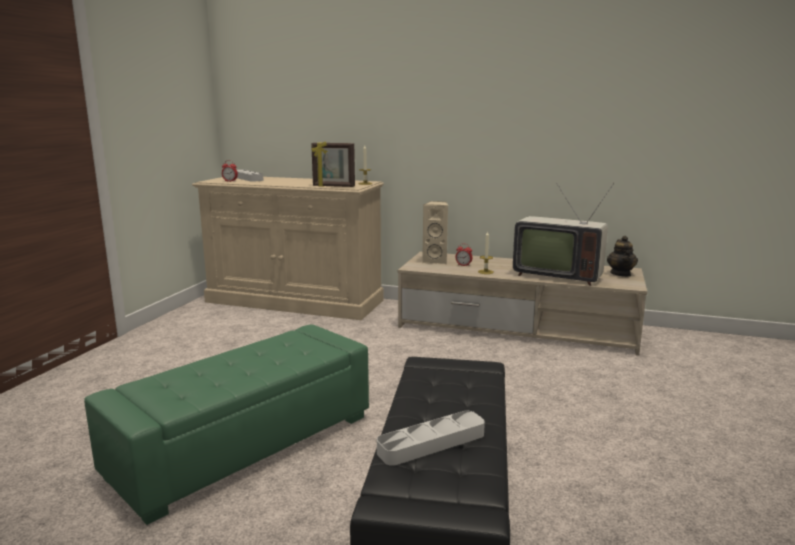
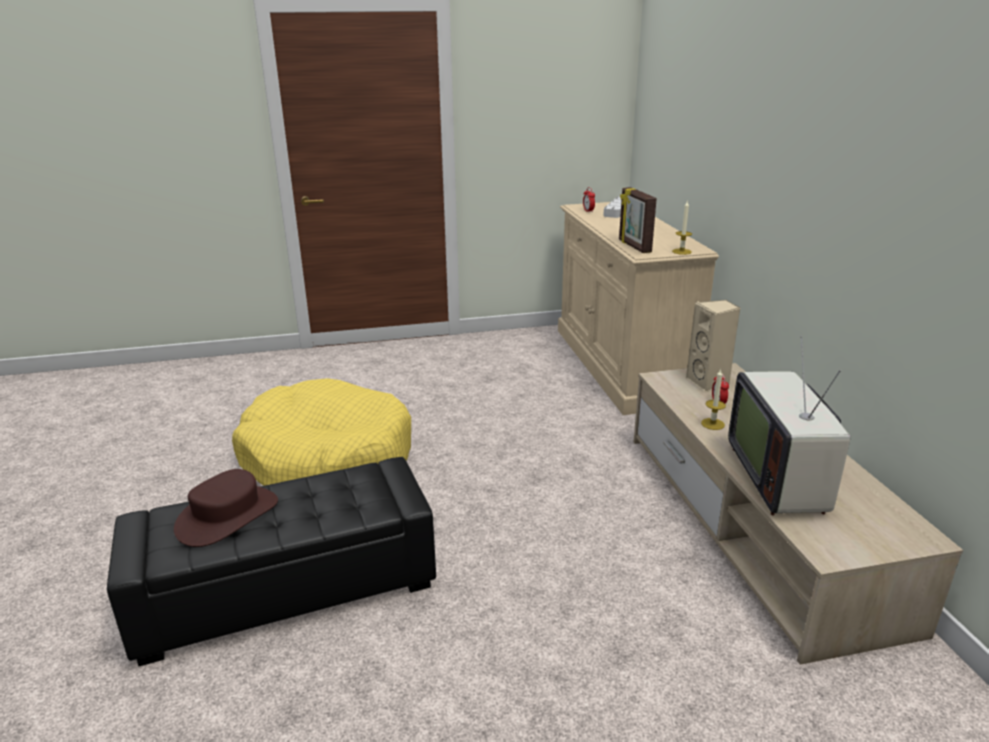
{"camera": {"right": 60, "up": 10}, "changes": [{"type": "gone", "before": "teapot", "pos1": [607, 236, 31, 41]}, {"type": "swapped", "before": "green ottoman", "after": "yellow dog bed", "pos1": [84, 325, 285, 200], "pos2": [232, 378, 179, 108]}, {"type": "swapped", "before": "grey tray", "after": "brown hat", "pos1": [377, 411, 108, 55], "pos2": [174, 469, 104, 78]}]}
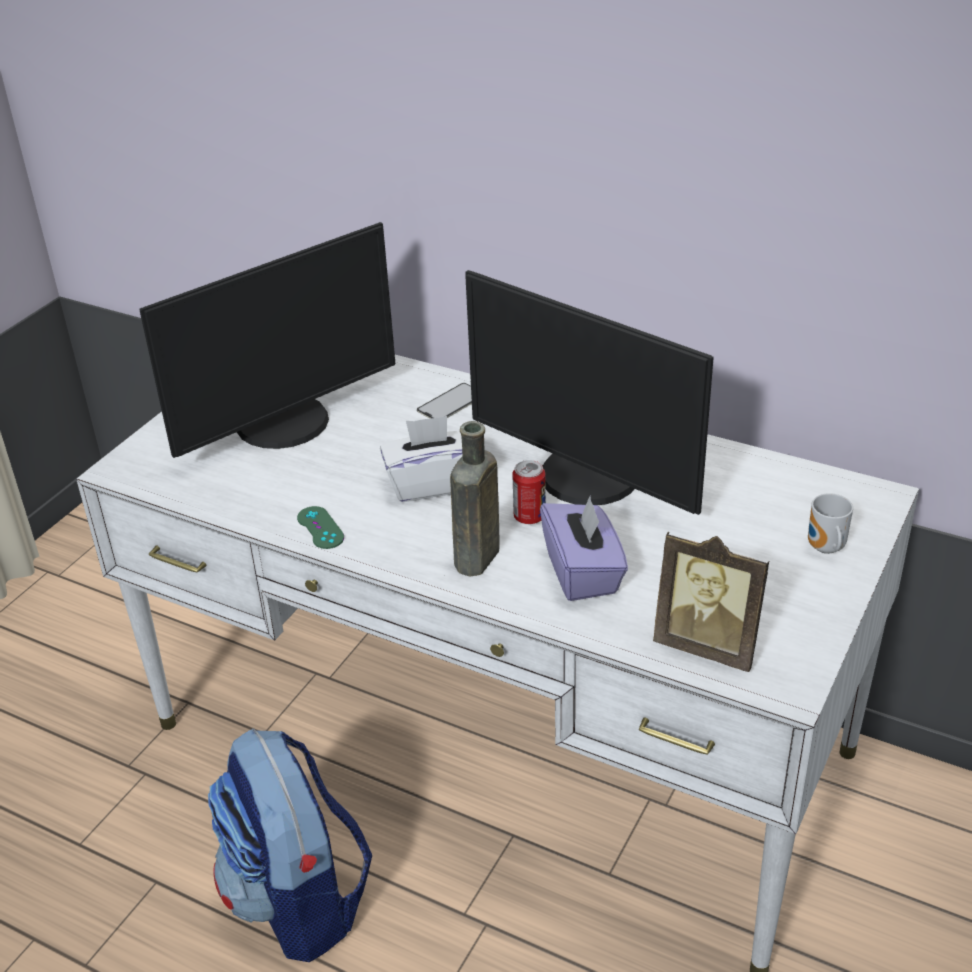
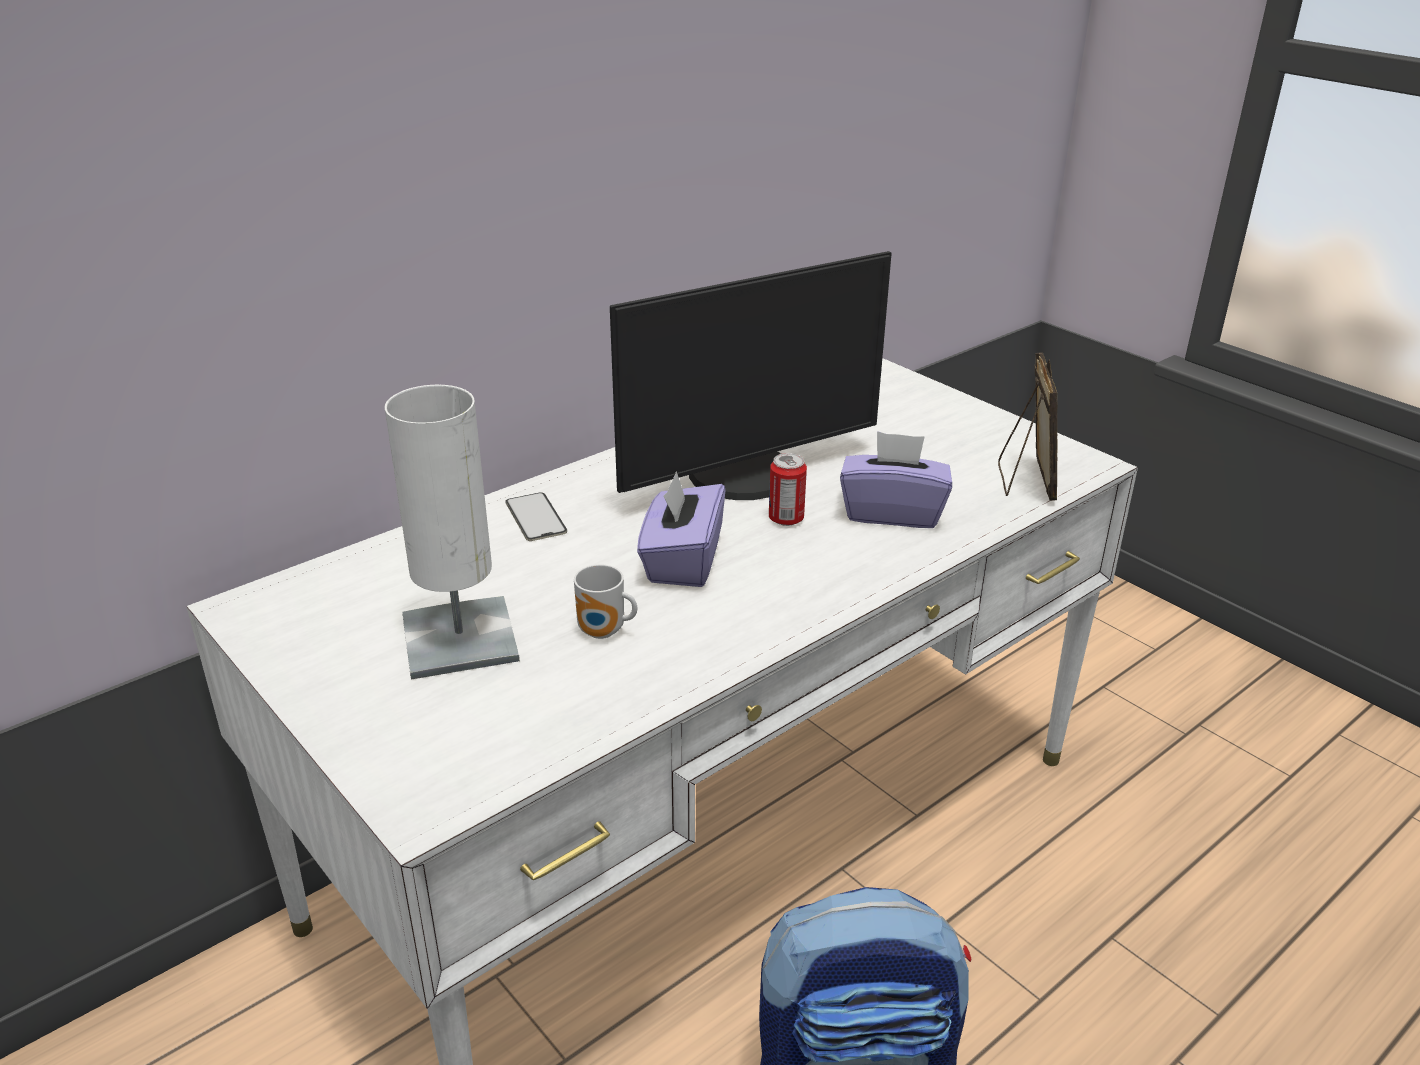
{"camera": {"right": -70, "up": -5}, "changes": [{"type": "gone", "before": "green game controller", "pos1": [297, 506, 47, 43]}, {"type": "gone", "before": "brown bottle", "pos1": [450, 421, 49, 156]}, {"type": "shifted", "before": "mug", "pos1": [808, 493, 45, 61], "pos2": [574, 565, 63, 74]}, {"type": "swapped", "before": "monitor", "after": "white table lamp", "pos1": [139, 222, 256, 236], "pos2": [385, 385, 135, 294]}, {"type": "repainted", "before": "white tissue box", "after": "purple tissue box", "pos1": [380, 416, 83, 86], "pos2": [637, 471, 89, 116]}, {"type": "rotated", "before": "picture frame", "pos1": [653, 532, 116, 140], "pos2": [998, 352, 60, 149], "turn": -45}]}
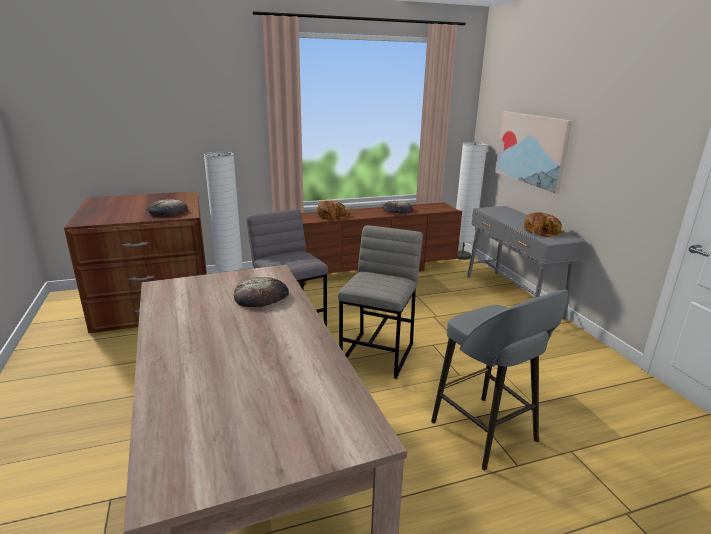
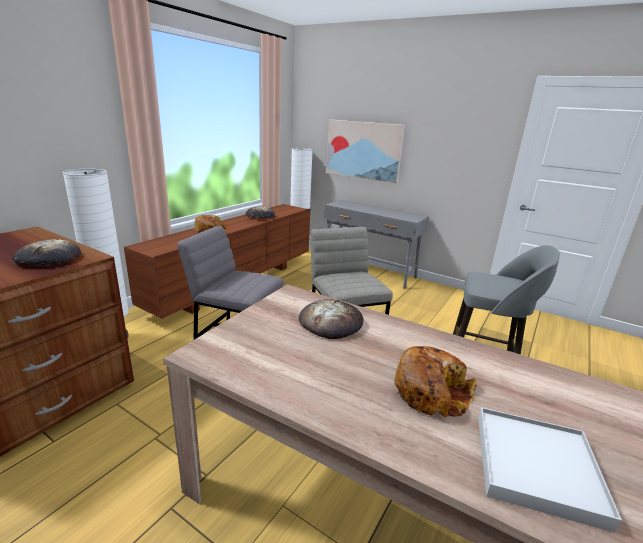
{"camera": {"right": -40, "up": 0}, "changes": [{"type": "new", "after": "white tray", "pos2": [478, 407, 144, 126]}, {"type": "shifted", "before": "bread", "pos1": [524, 212, 41, 25], "pos2": [394, 346, 83, 71]}]}
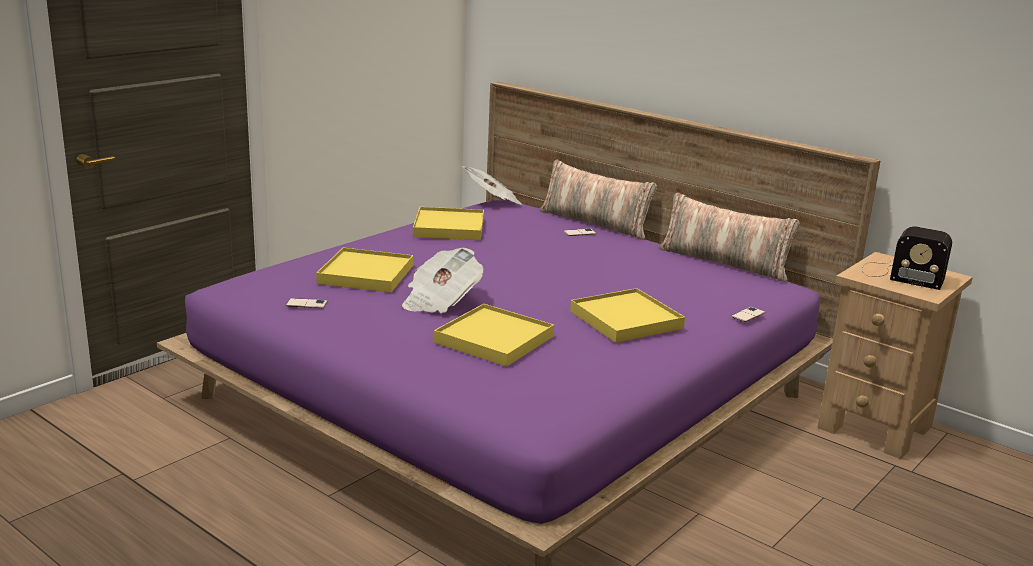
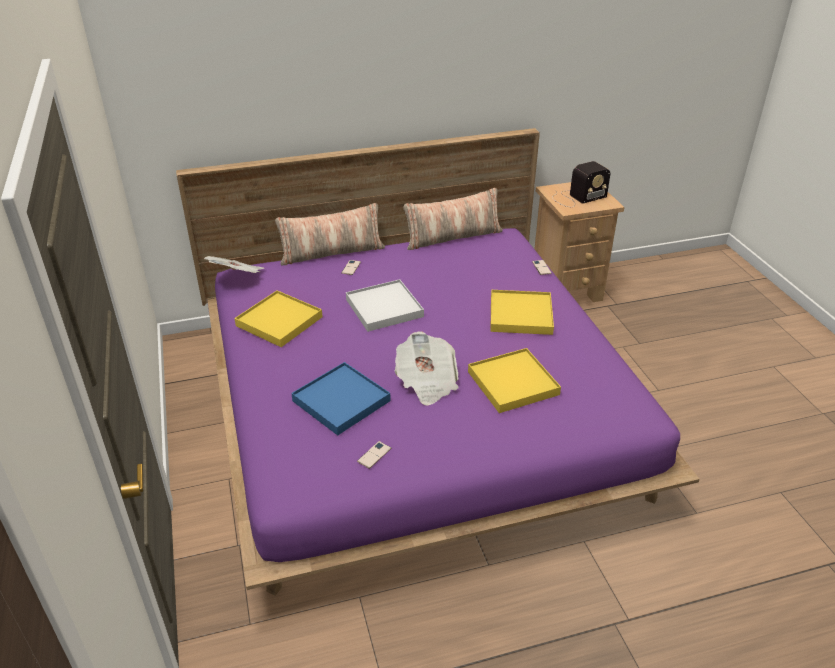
{"camera": {"right": -55, "up": 15}, "changes": [{"type": "new", "after": "white tray", "pos2": [346, 279, 78, 53]}, {"type": "repainted", "before": "yellow tray", "after": "blue tray", "pos1": [316, 248, 97, 45], "pos2": [291, 362, 100, 73]}]}
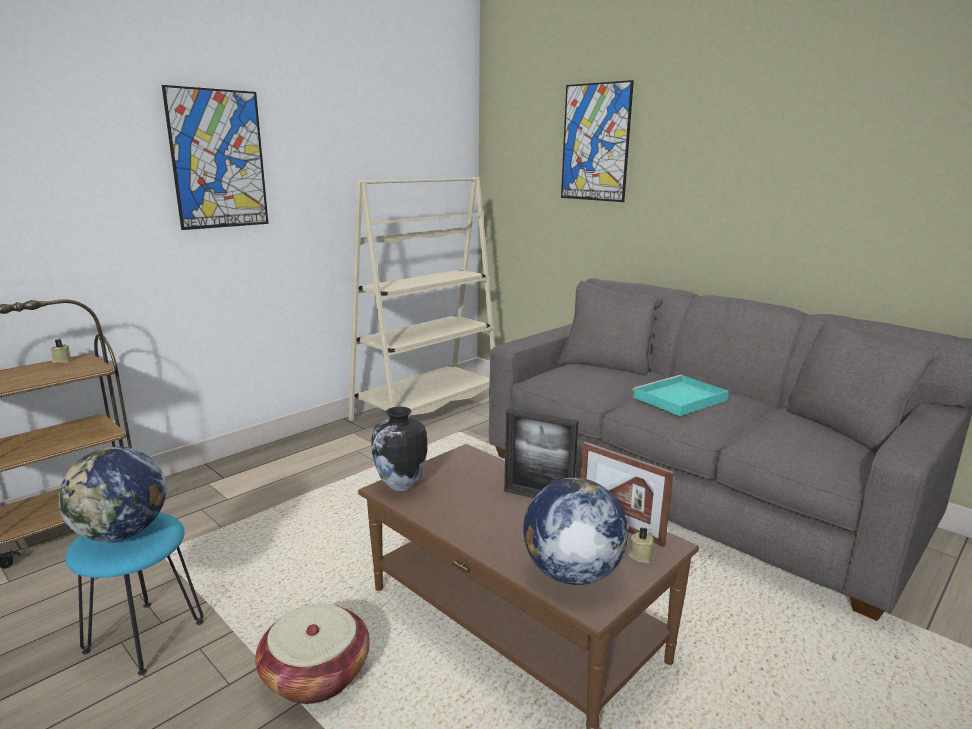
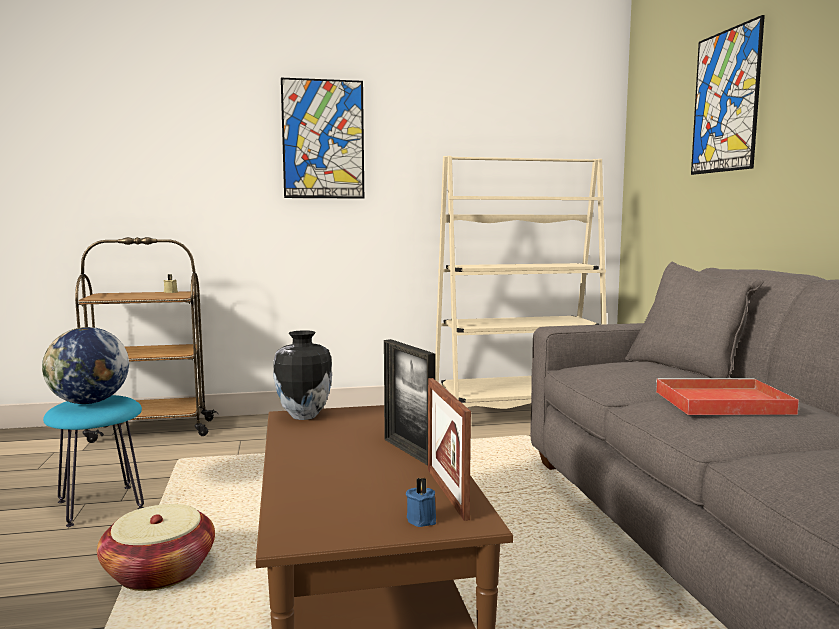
{"camera": {"right": 35, "up": -10}, "changes": [{"type": "gone", "before": "globe", "pos1": [523, 478, 106, 107]}, {"type": "repainted", "before": "beige candle", "after": "blue candle", "pos1": [628, 527, 26, 36], "pos2": [406, 477, 30, 50]}, {"type": "repainted", "before": "turquoise tray", "after": "red tray", "pos1": [632, 375, 97, 41], "pos2": [656, 378, 143, 37]}]}
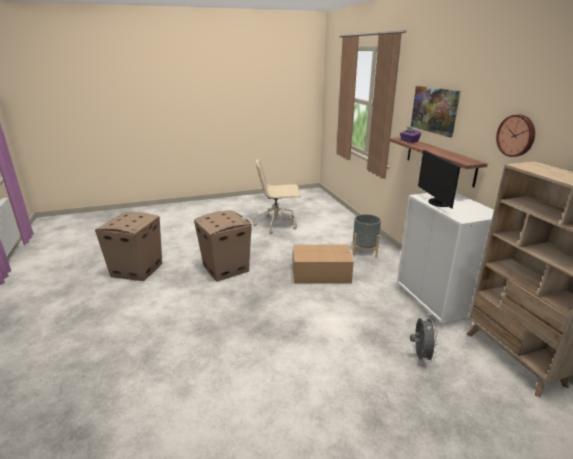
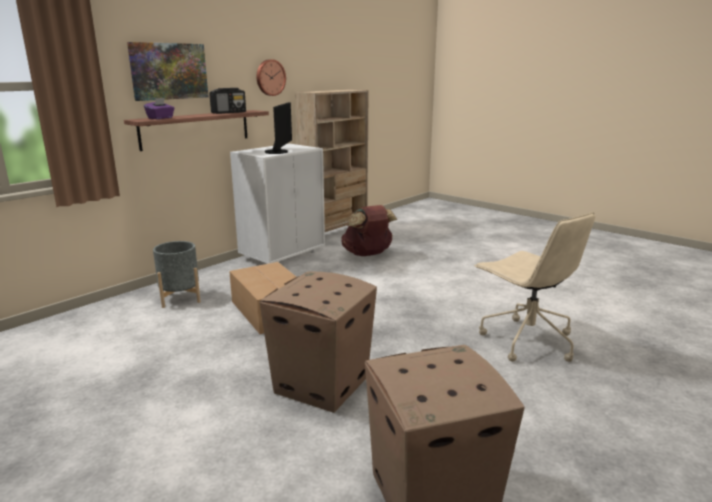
{"camera": {"right": -120, "up": -5}, "changes": [{"type": "new", "after": "radio", "pos2": [209, 88, 37, 26]}, {"type": "shifted", "before": "beige office chair", "pos1": [253, 158, 48, 76], "pos2": [474, 212, 121, 150]}, {"type": "swapped", "before": "grey fan", "after": "brown backpack", "pos1": [410, 316, 28, 47], "pos2": [341, 205, 56, 51]}, {"type": "rotated", "before": "monitor", "pos1": [418, 150, 42, 59], "pos2": [265, 102, 27, 52], "turn": -45}]}
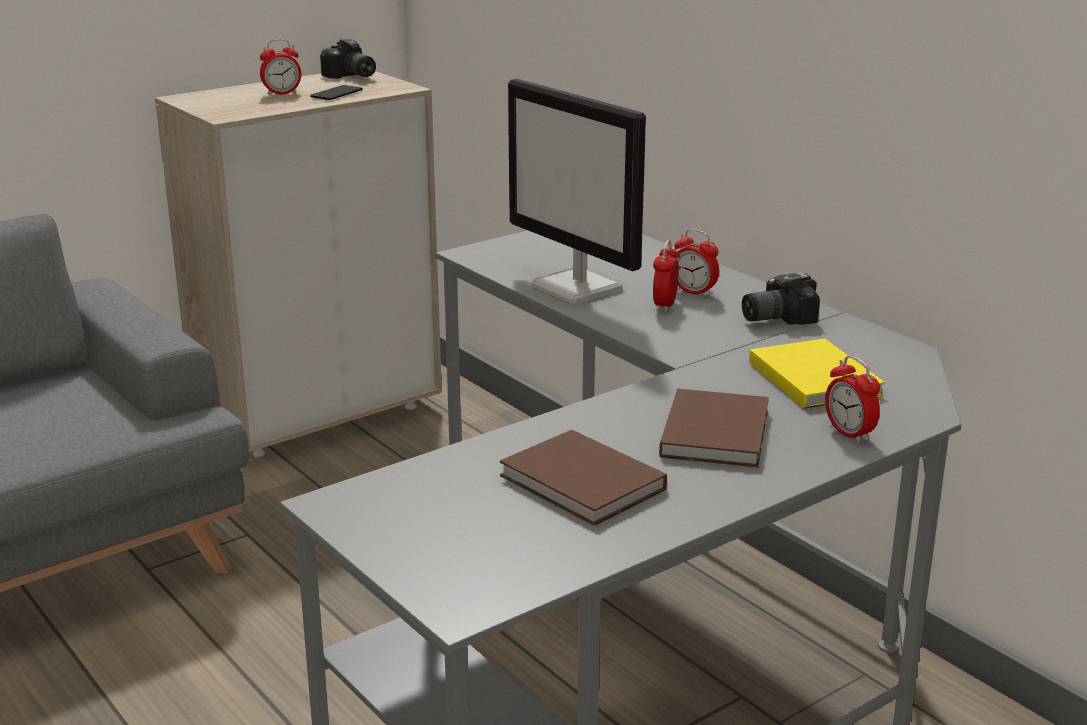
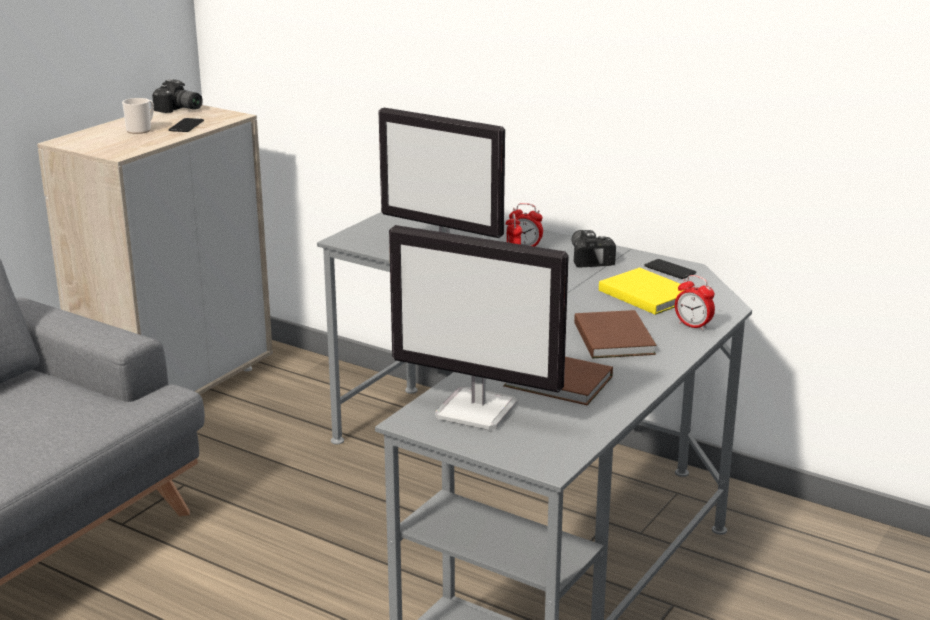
{"camera": {"right": -20, "up": 0}, "changes": [{"type": "new", "after": "monitor", "pos2": [389, 225, 180, 205]}, {"type": "new", "after": "phone", "pos2": [644, 259, 52, 20]}, {"type": "swapped", "before": "alarm clock", "after": "mug", "pos1": [260, 39, 41, 57], "pos2": [122, 98, 32, 36]}, {"type": "rotated", "before": "photo camera", "pos1": [742, 273, 78, 52], "pos2": [572, 230, 44, 37], "turn": 120}]}
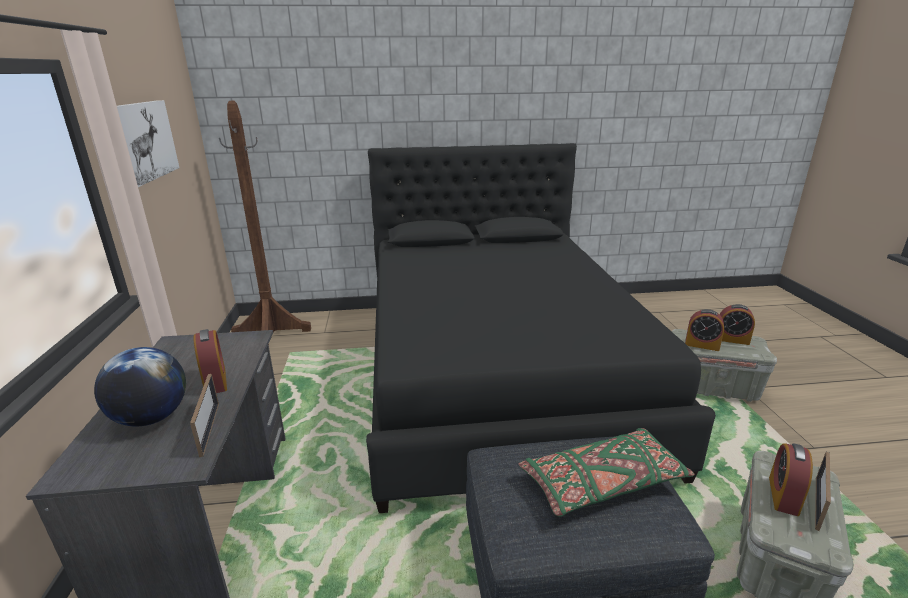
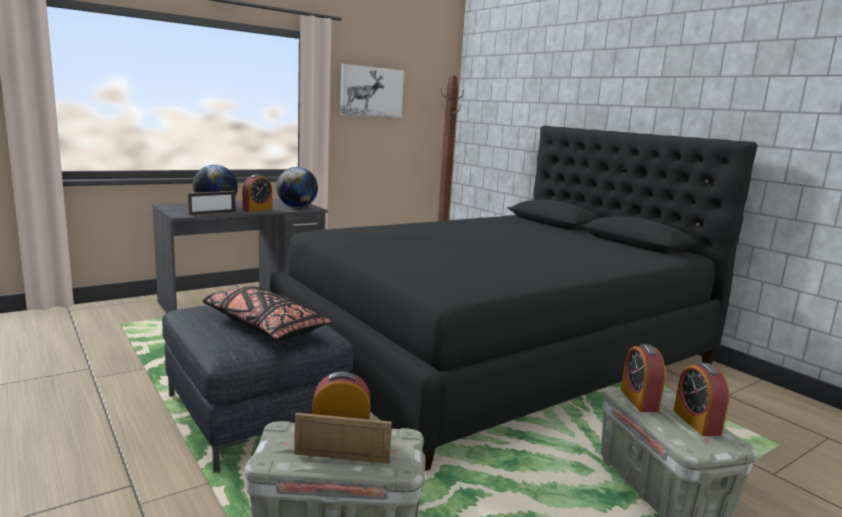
{"camera": {"right": 60, "up": -10}, "changes": [{"type": "new", "after": "globe", "pos2": [276, 167, 42, 41]}, {"type": "repainted", "before": "green pillow", "after": "black pillow", "pos1": [518, 428, 177, 89], "pos2": [202, 286, 130, 54]}]}
